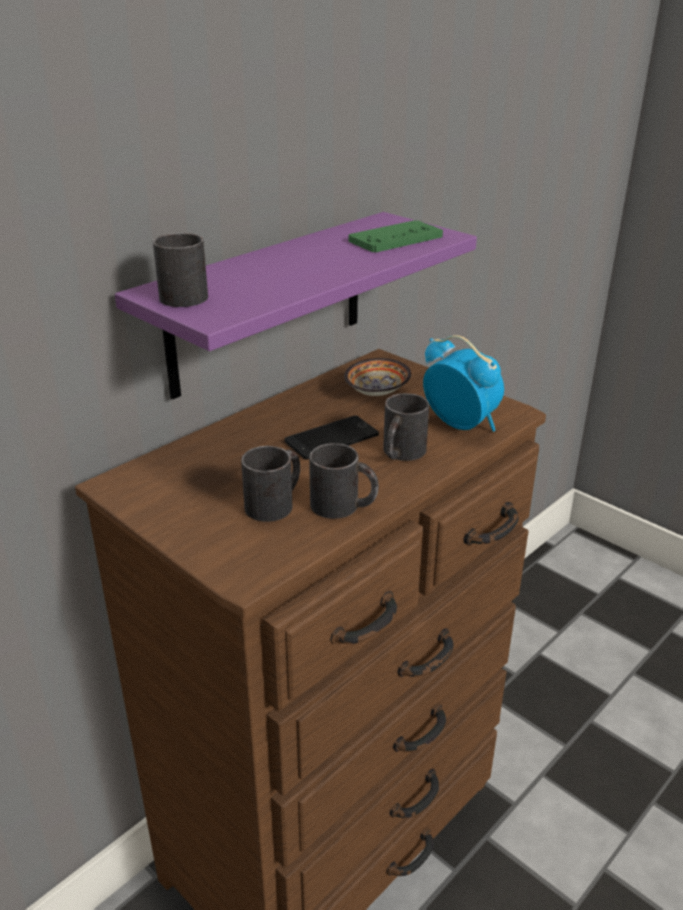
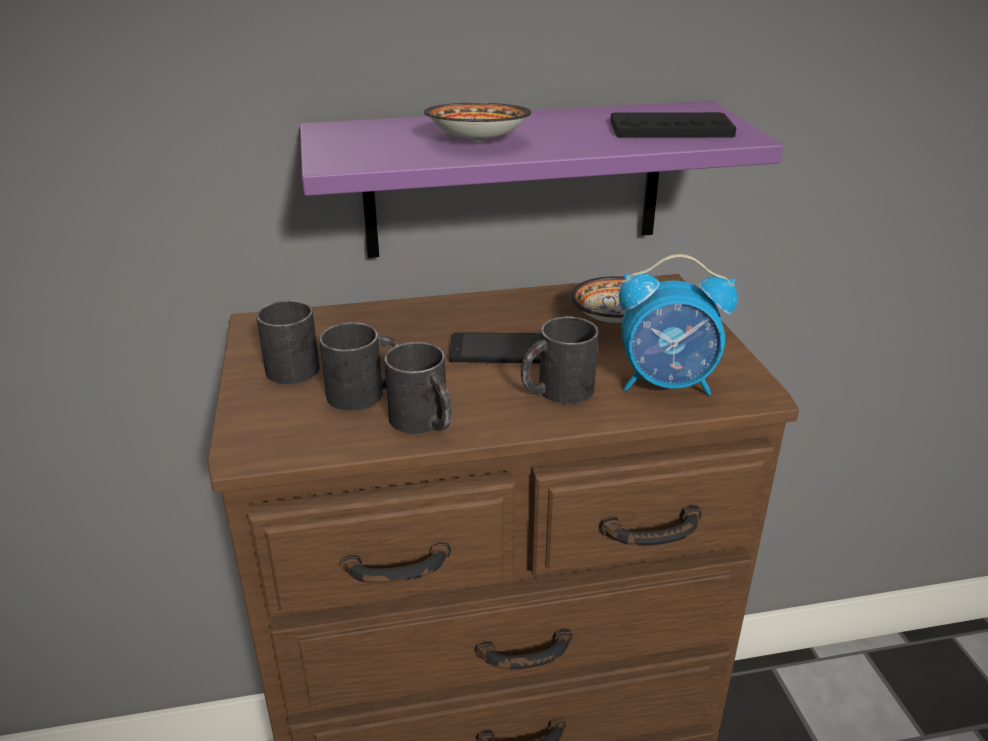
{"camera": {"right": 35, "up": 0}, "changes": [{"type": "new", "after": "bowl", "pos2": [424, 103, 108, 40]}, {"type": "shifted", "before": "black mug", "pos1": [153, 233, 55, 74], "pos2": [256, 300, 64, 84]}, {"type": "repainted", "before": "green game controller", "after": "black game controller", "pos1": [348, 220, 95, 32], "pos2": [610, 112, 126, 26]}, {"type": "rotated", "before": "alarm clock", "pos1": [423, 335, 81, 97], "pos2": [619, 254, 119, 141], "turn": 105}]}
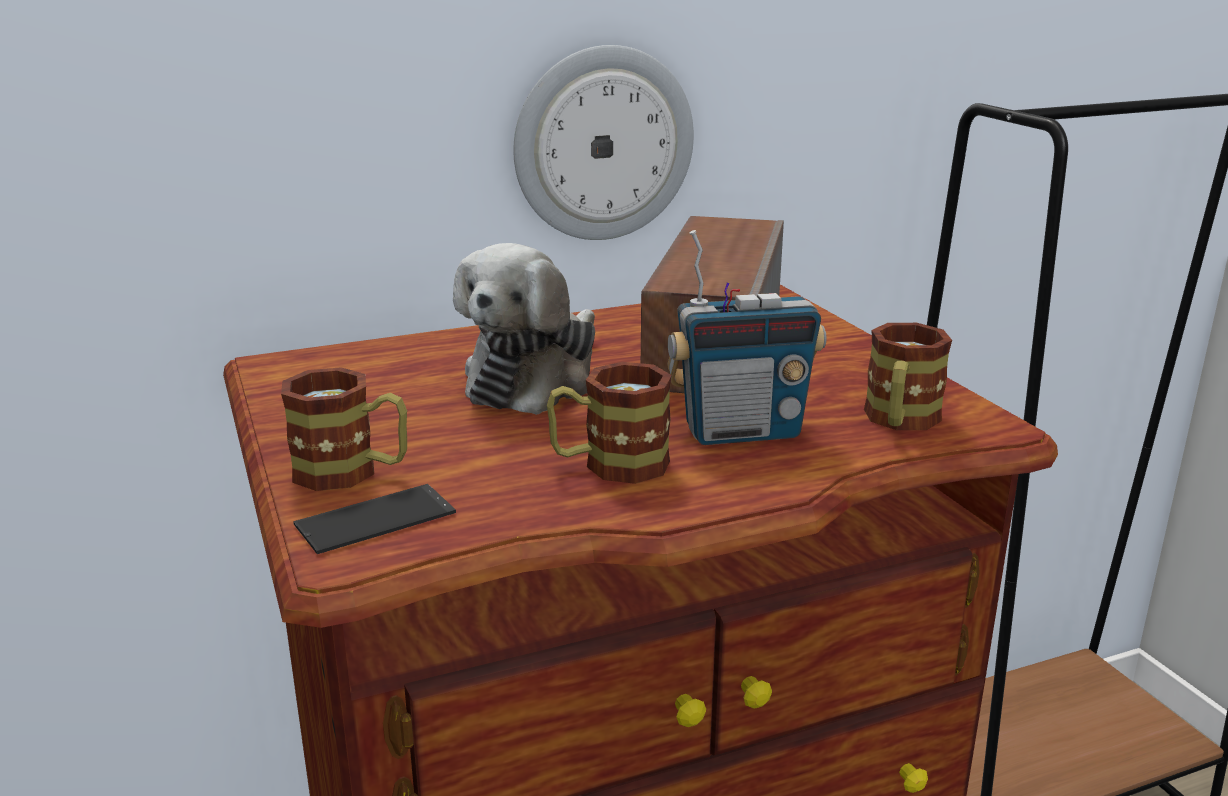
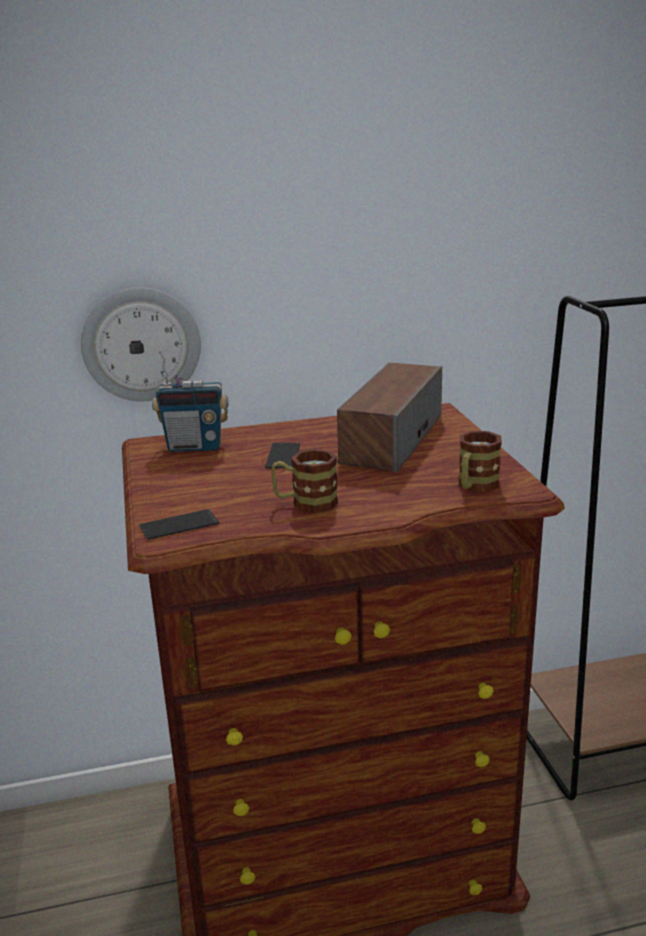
{"camera": {"right": 10, "up": 0}, "changes": [{"type": "gone", "before": "mug", "pos1": [281, 367, 126, 124]}, {"type": "shifted", "before": "wall clock", "pos1": [513, 45, 181, 195], "pos2": [81, 287, 120, 114]}, {"type": "shifted", "before": "radio", "pos1": [667, 230, 159, 215], "pos2": [152, 350, 76, 102]}, {"type": "swapped", "before": "plush toy", "after": "phone", "pos1": [453, 243, 142, 172], "pos2": [265, 443, 35, 25]}]}
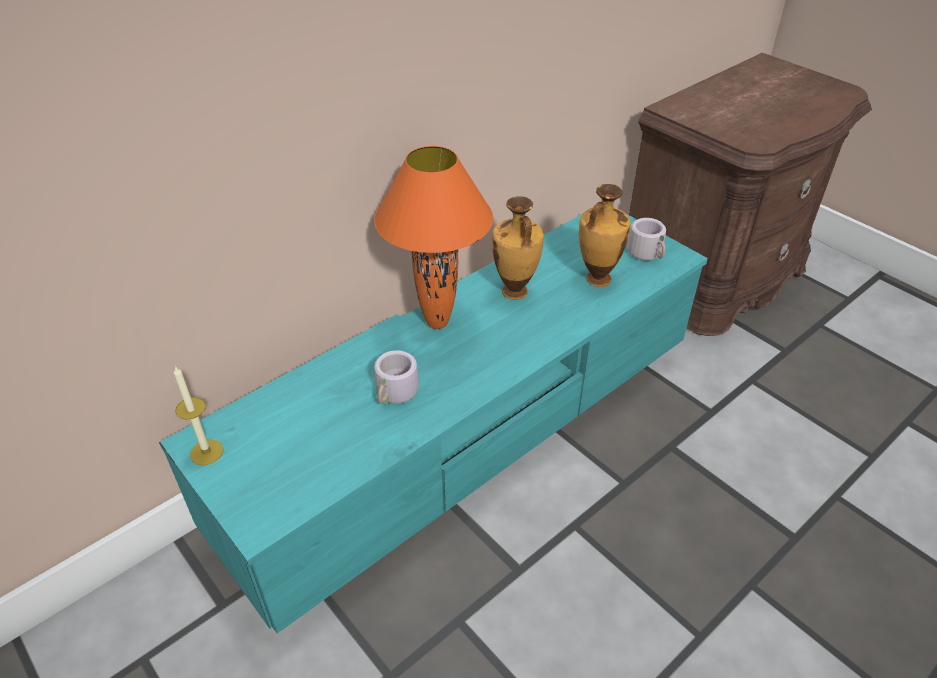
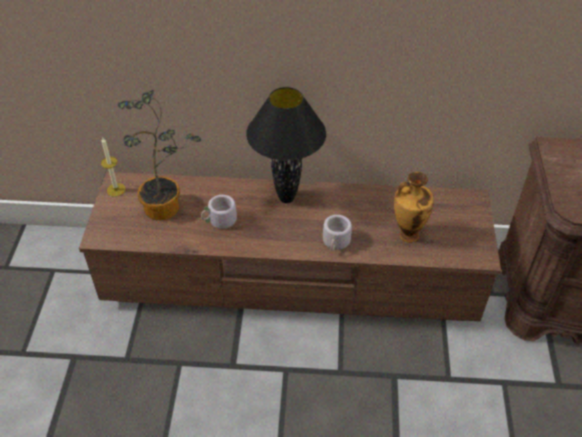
{"camera": {"right": 45, "up": 5}, "changes": [{"type": "gone", "before": "vase", "pos1": [492, 196, 52, 104]}, {"type": "new", "after": "potted plant", "pos2": [118, 90, 83, 130]}, {"type": "shifted", "before": "grey mug", "pos1": [627, 218, 39, 43], "pos2": [323, 215, 34, 36]}, {"type": "repainted", "before": "turquoise tv stand", "after": "brown tv stand", "pos1": [159, 207, 549, 426], "pos2": [79, 172, 422, 149]}, {"type": "repainted", "before": "orange table lamp", "after": "black table lamp", "pos1": [374, 146, 119, 183], "pos2": [246, 87, 80, 116]}]}
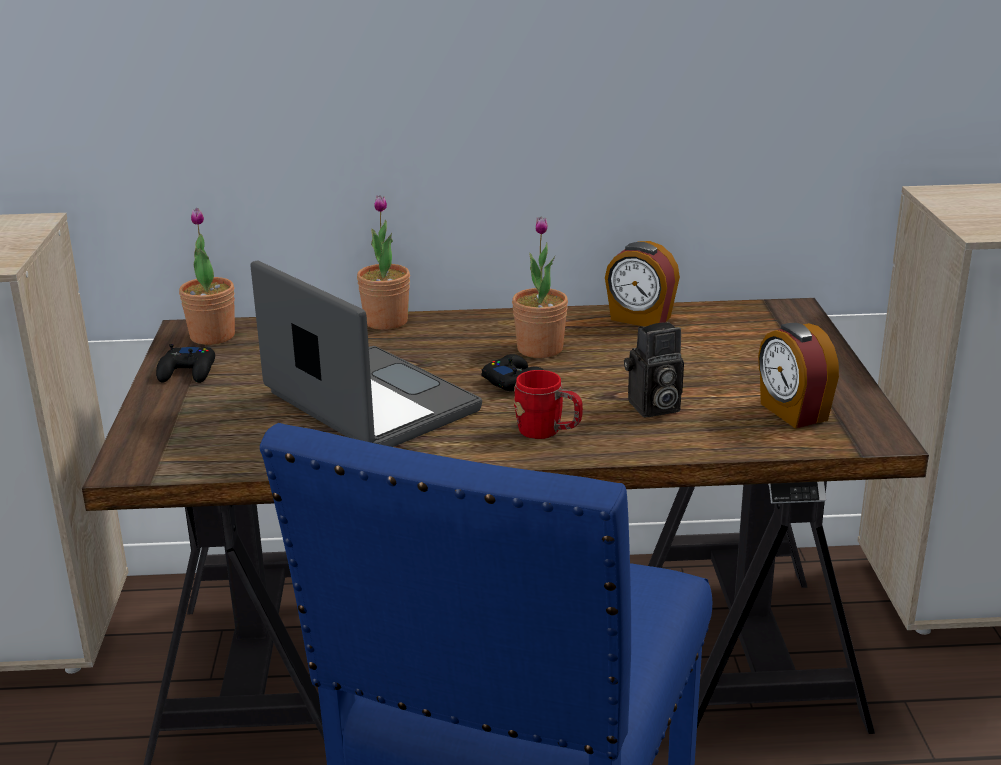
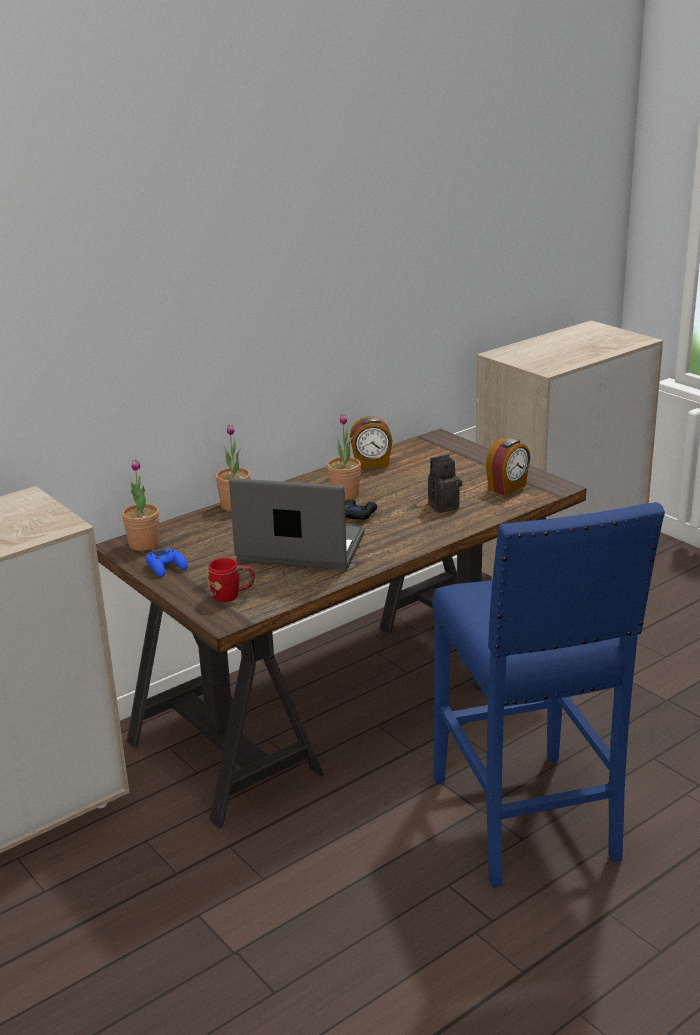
{"camera": {"right": -35, "up": 0}, "changes": [{"type": "shifted", "before": "red mug", "pos1": [514, 370, 69, 69], "pos2": [207, 558, 47, 44]}, {"type": "repainted", "before": "black game controller", "after": "blue game controller", "pos1": [156, 344, 59, 39], "pos2": [146, 548, 42, 29]}, {"type": "rotated", "before": "photo camera", "pos1": [624, 322, 60, 95], "pos2": [428, 454, 34, 59], "turn": -150}, {"type": "rotated", "before": "alarm clock", "pos1": [758, 323, 81, 106], "pos2": [486, 438, 44, 58], "turn": -75}]}
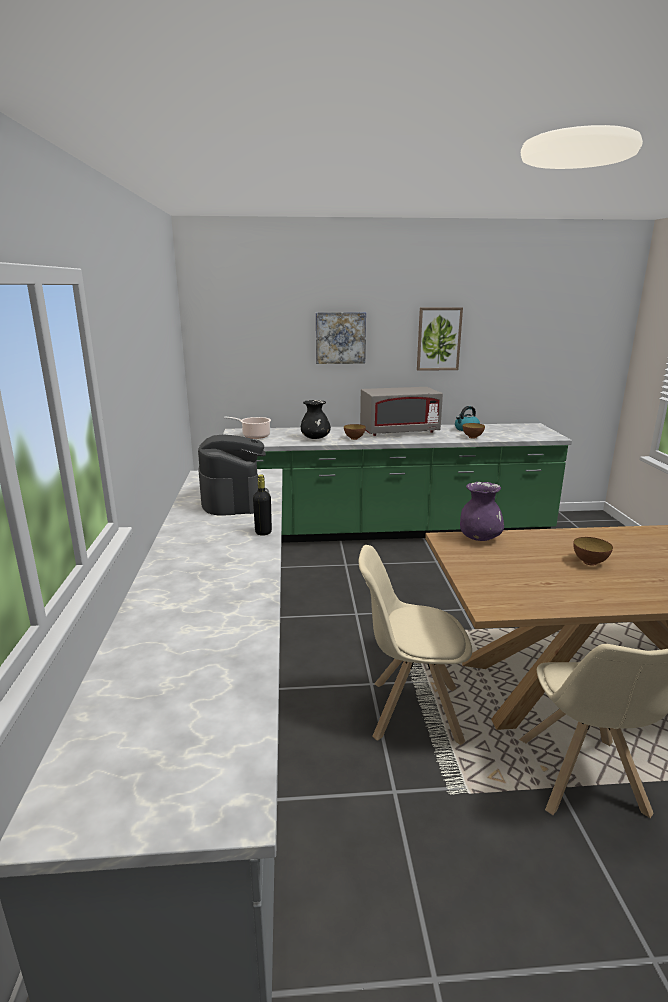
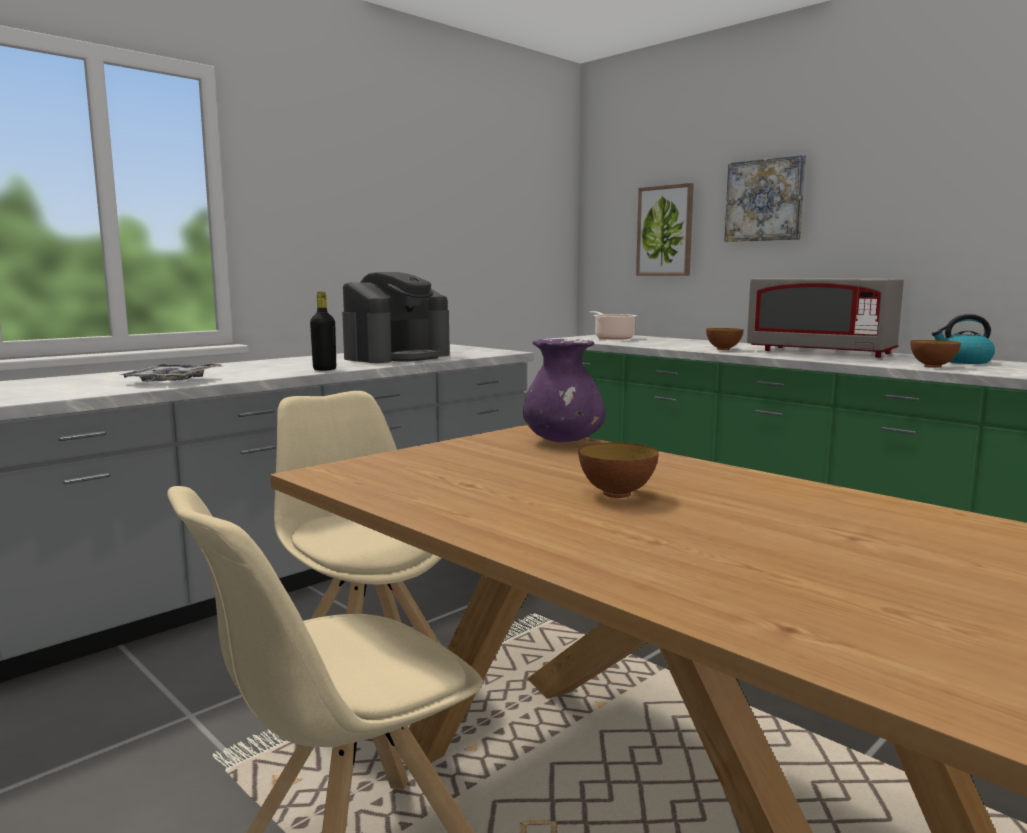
{"camera": {"right": 50, "up": -10}, "changes": [{"type": "gone", "before": "black vase", "pos1": [301, 400, 30, 39]}, {"type": "new", "after": "tray", "pos2": [119, 364, 103, 18]}, {"type": "shifted", "before": "picture", "pos1": [417, 307, 46, 64], "pos2": [636, 183, 58, 93]}]}
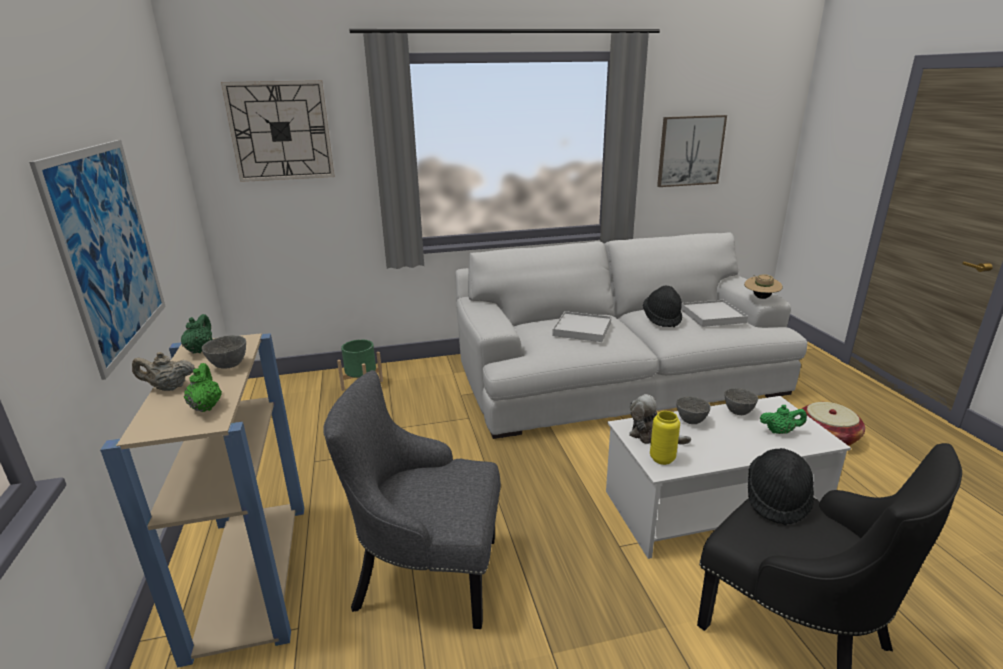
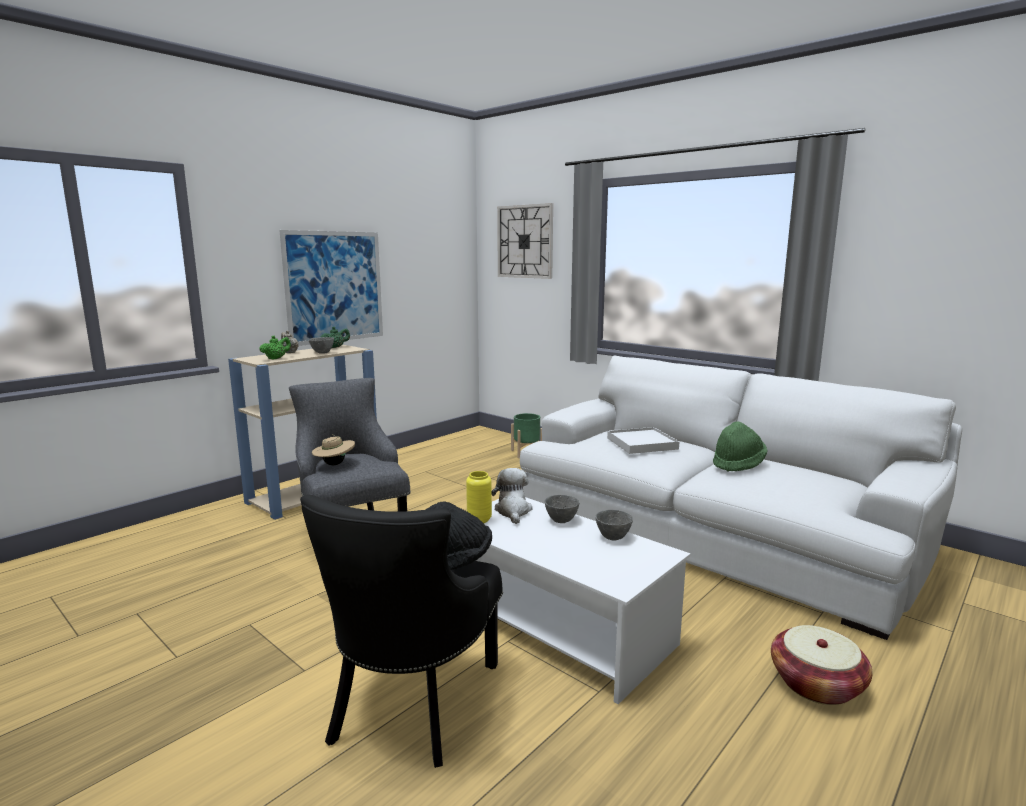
{"camera": {"right": 55, "up": -10}, "changes": [{"type": "gone", "before": "picture", "pos1": [657, 115, 70, 72]}, {"type": "gone", "before": "white tray", "pos1": [681, 300, 67, 27]}, {"type": "gone", "before": "green teapot", "pos1": [760, 405, 47, 29]}, {"type": "shifted", "before": "beige hat", "pos1": [744, 274, 39, 25], "pos2": [311, 434, 44, 31]}, {"type": "repainted", "before": "black hat", "after": "green hat", "pos1": [643, 285, 39, 42], "pos2": [713, 421, 55, 51]}]}
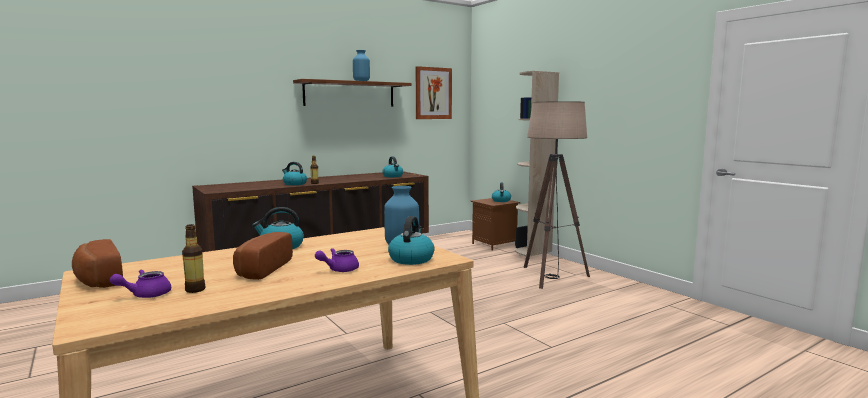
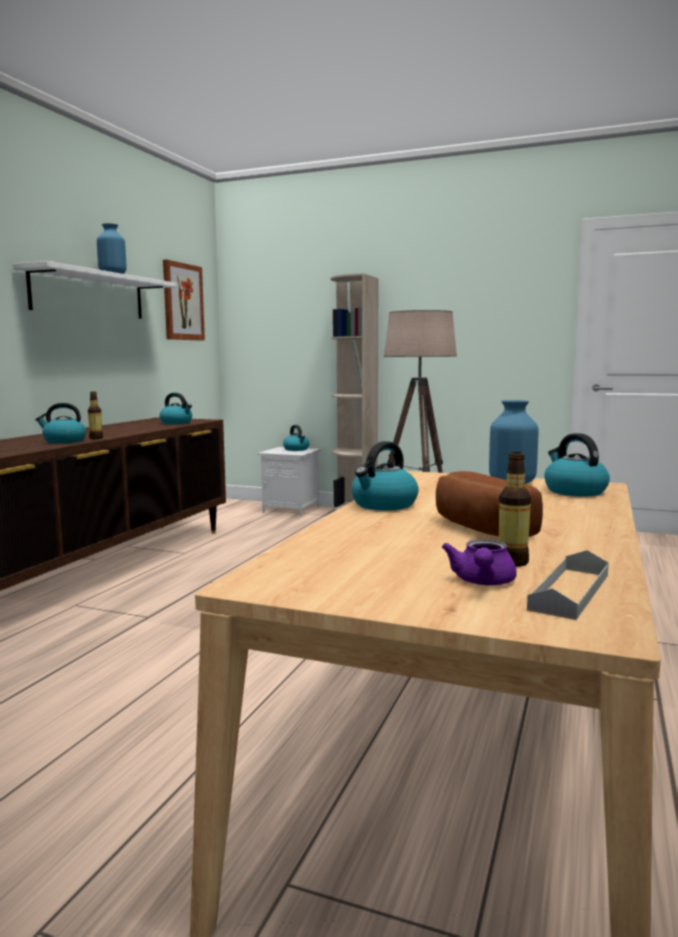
{"camera": {"right": -35, "up": 0}, "changes": [{"type": "gone", "before": "bread", "pos1": [72, 239, 51, 49]}, {"type": "gone", "before": "purple teapot", "pos1": [315, 248, 44, 24]}, {"type": "new", "after": "grey tray", "pos2": [527, 550, 82, 70]}, {"type": "repainted", "before": "brown shelf", "after": "white shelf", "pos1": [293, 79, 119, 28], "pos2": [12, 261, 165, 58]}, {"type": "repainted", "before": "brown nightstand", "after": "grey nightstand", "pos1": [470, 198, 50, 53], "pos2": [258, 447, 63, 69]}]}
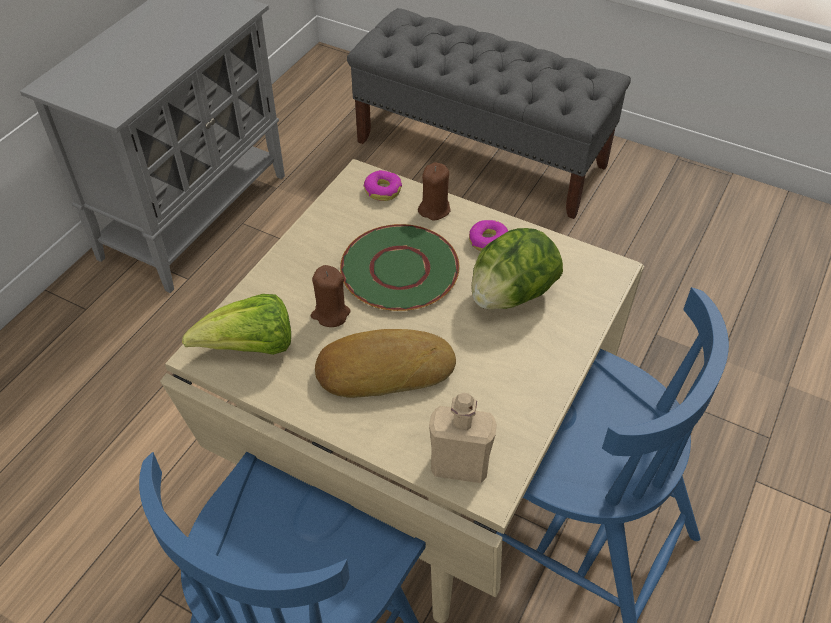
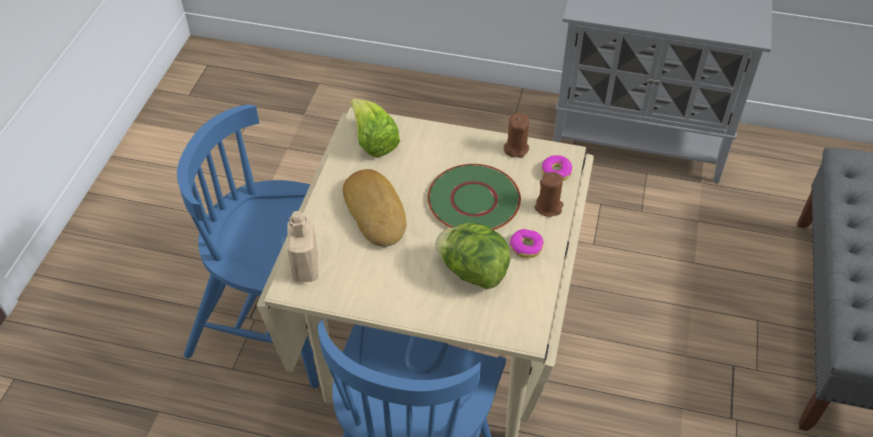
{"camera": {"right": 75, "up": 0}, "changes": [{"type": "shifted", "before": "brown candle", "pos1": [311, 265, 39, 62], "pos2": [504, 113, 25, 44]}]}
